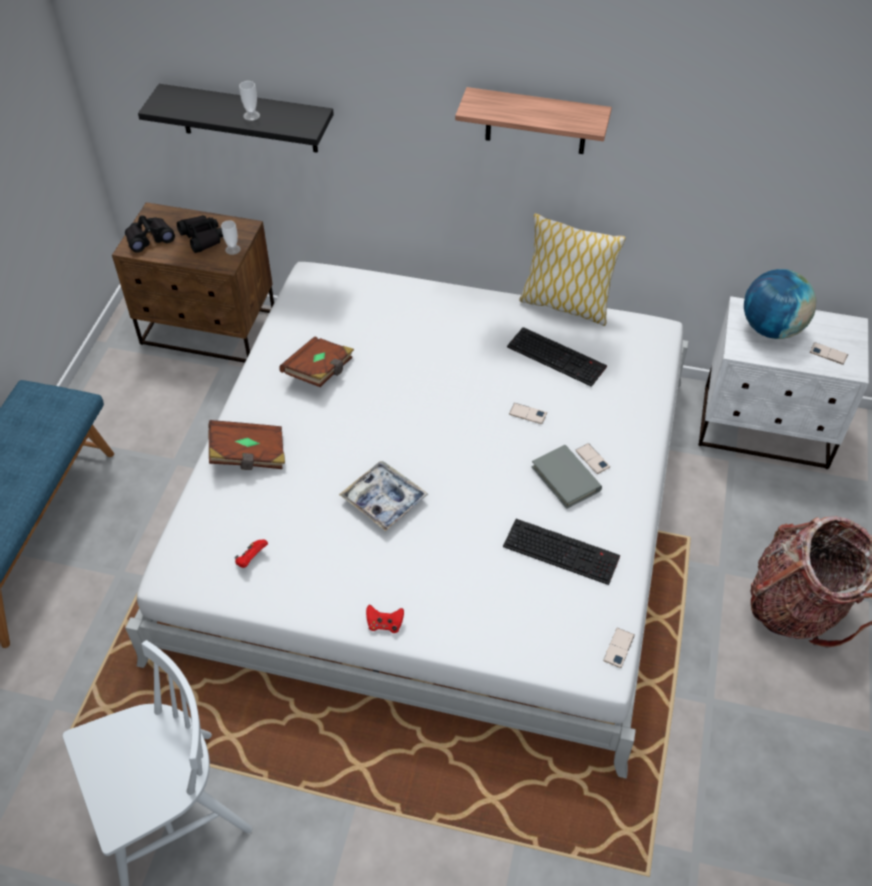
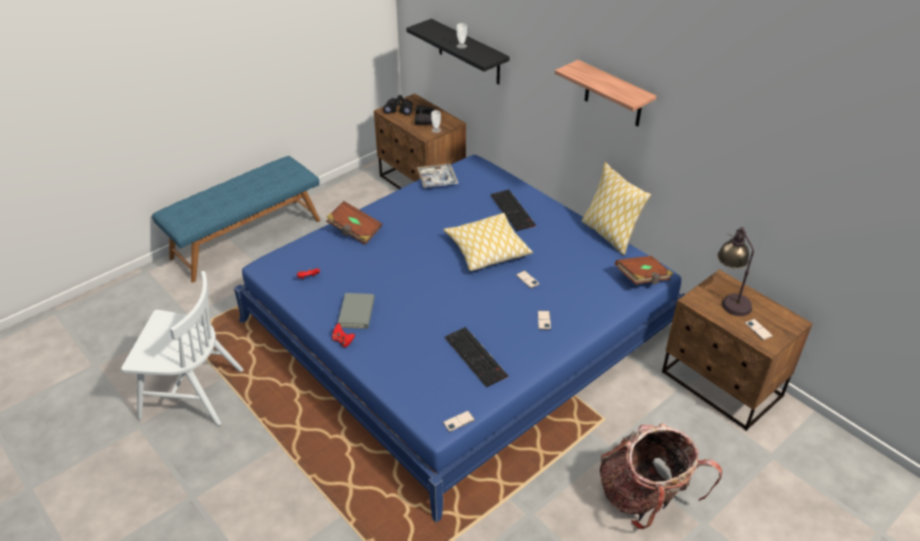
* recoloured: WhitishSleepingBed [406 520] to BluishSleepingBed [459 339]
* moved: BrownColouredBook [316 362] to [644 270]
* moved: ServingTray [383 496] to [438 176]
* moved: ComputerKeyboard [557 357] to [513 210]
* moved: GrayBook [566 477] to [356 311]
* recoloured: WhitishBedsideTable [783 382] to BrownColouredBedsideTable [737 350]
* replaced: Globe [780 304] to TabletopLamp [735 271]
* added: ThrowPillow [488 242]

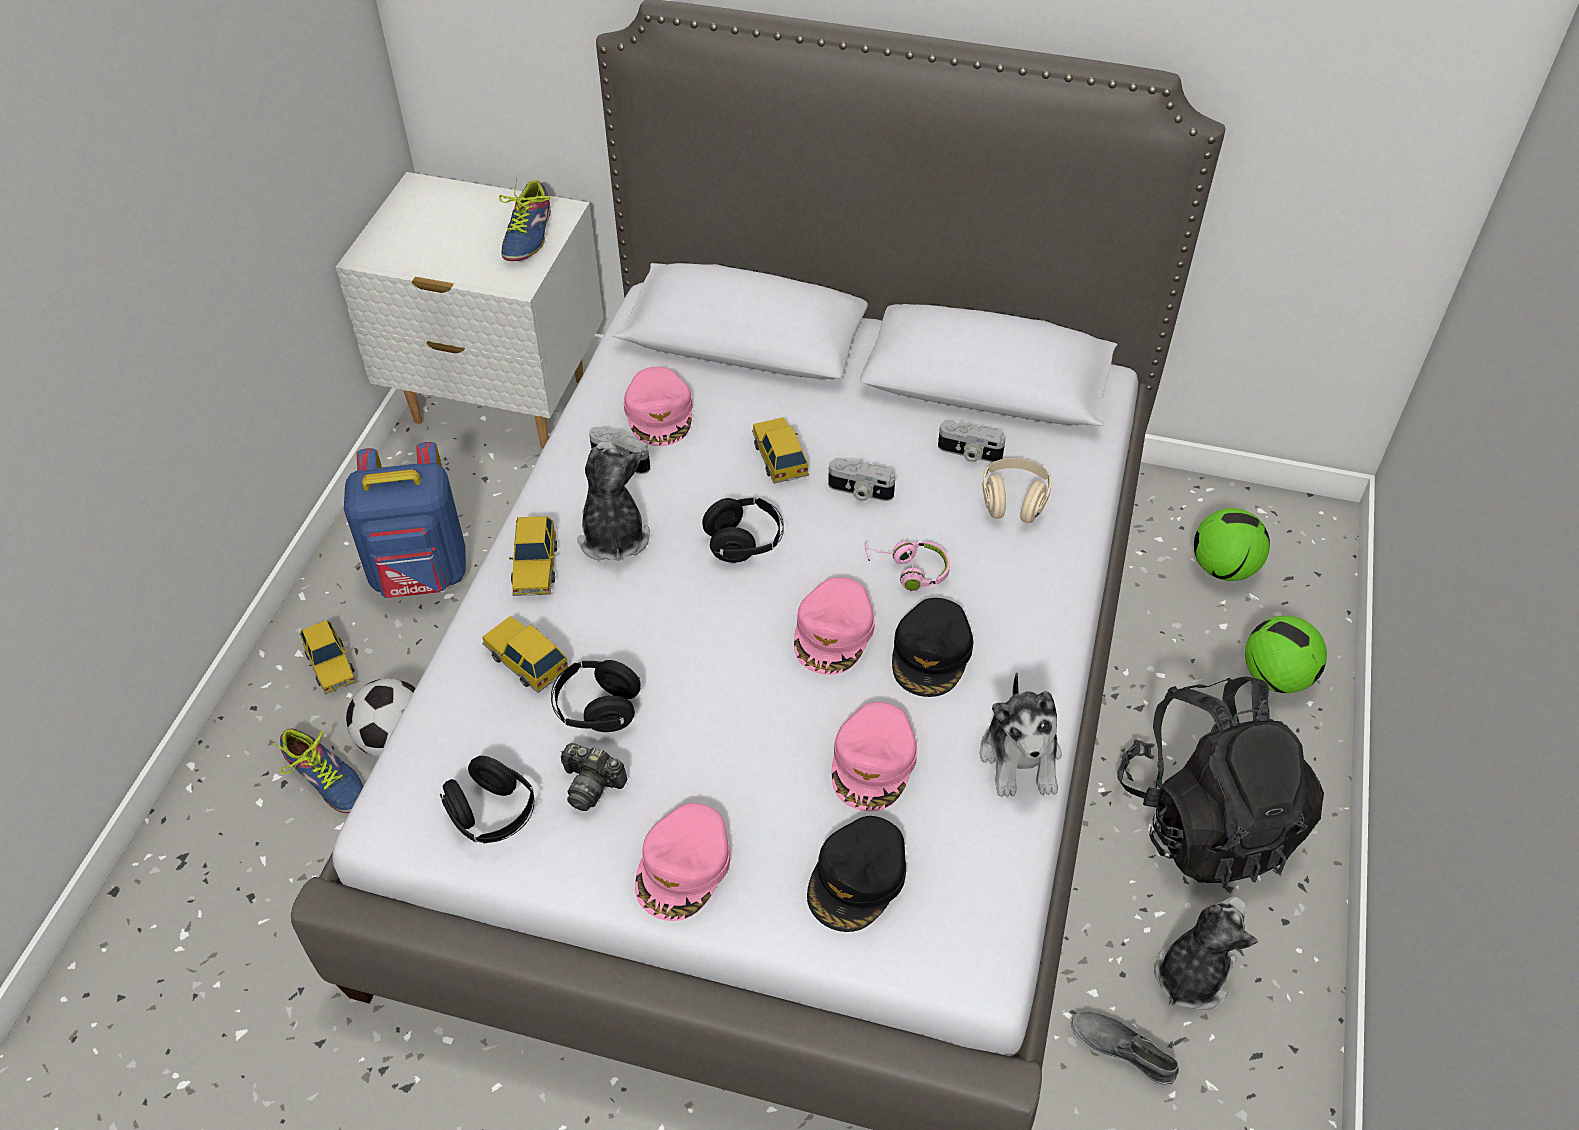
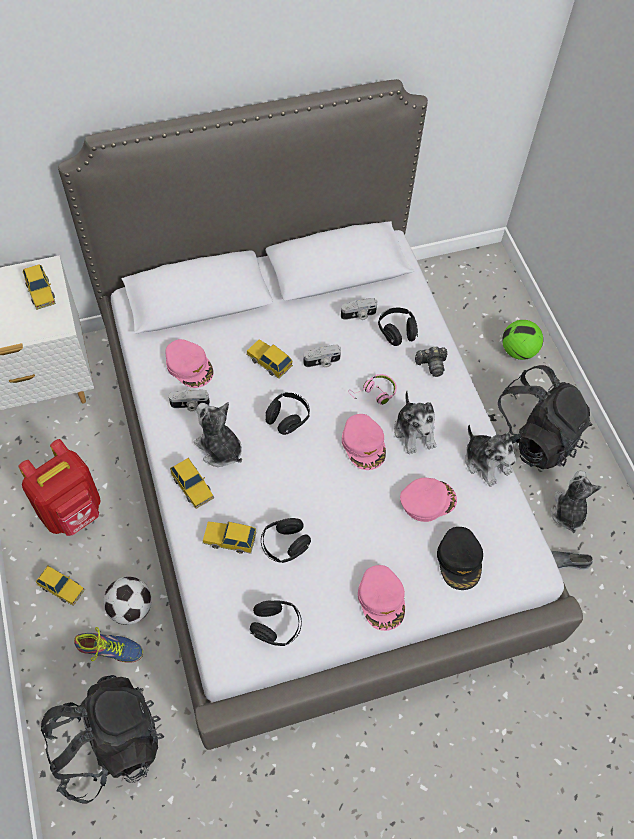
* recoloured: BluishRucksack [405 520] to RedRucksack [59 487]
* replaced: ItemOfFootwear [525 219] to ToyCar [39 287]
* moved: StillCamera [593 777] to [431 361]
* turned: PinkPeakedCap [875 756] = [428 500] 90 degrees counterclockwise
* replaced: BlackColouredPeakedCap [932 647] to PlushToy [415 422]
* recoloured: SandColouredHeadphones [1017 490] to BlackColouredHeadphones [398 326]
* removed: FootballBall [1232 544]
* added: BlackColouredRucksack [102 739]

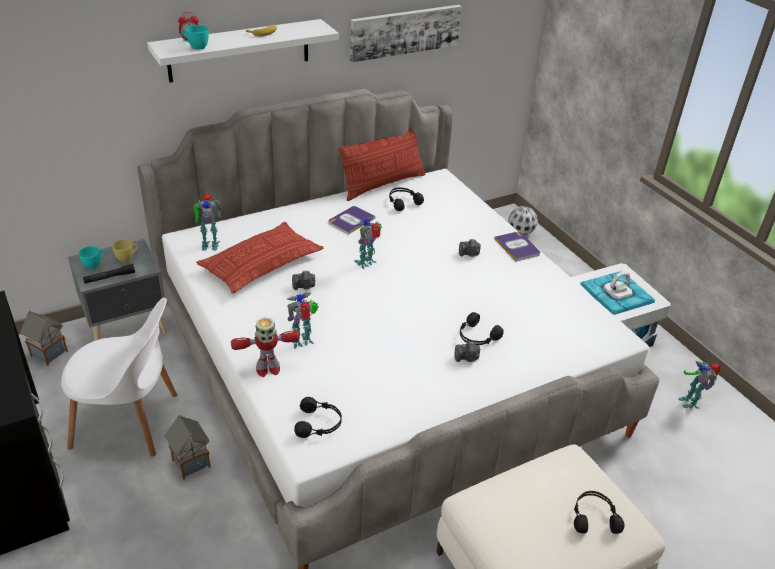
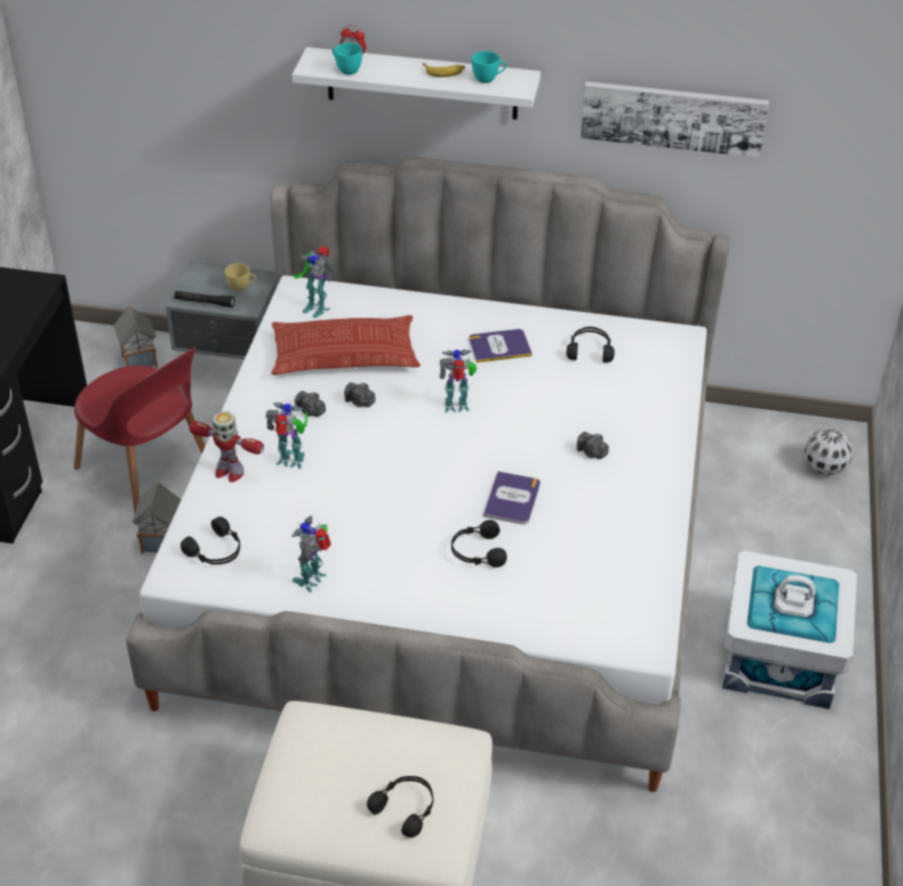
* recoloured: WhitishPlainChair [119 377] to RedPlainChair [139 430]
* moved: BlueGreenSmallCup [92 257] to [489 67]
* removed: ThrowPillow [381 164]
* moved: StillCamera [467 351] to [310 404]
* moved: Book [517 247] to [511 498]
* moved: ToyRobot [699 385] to [311 553]

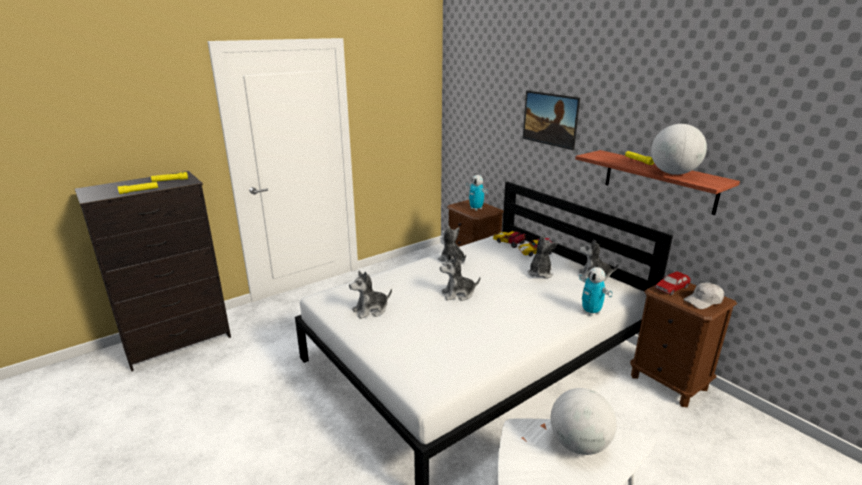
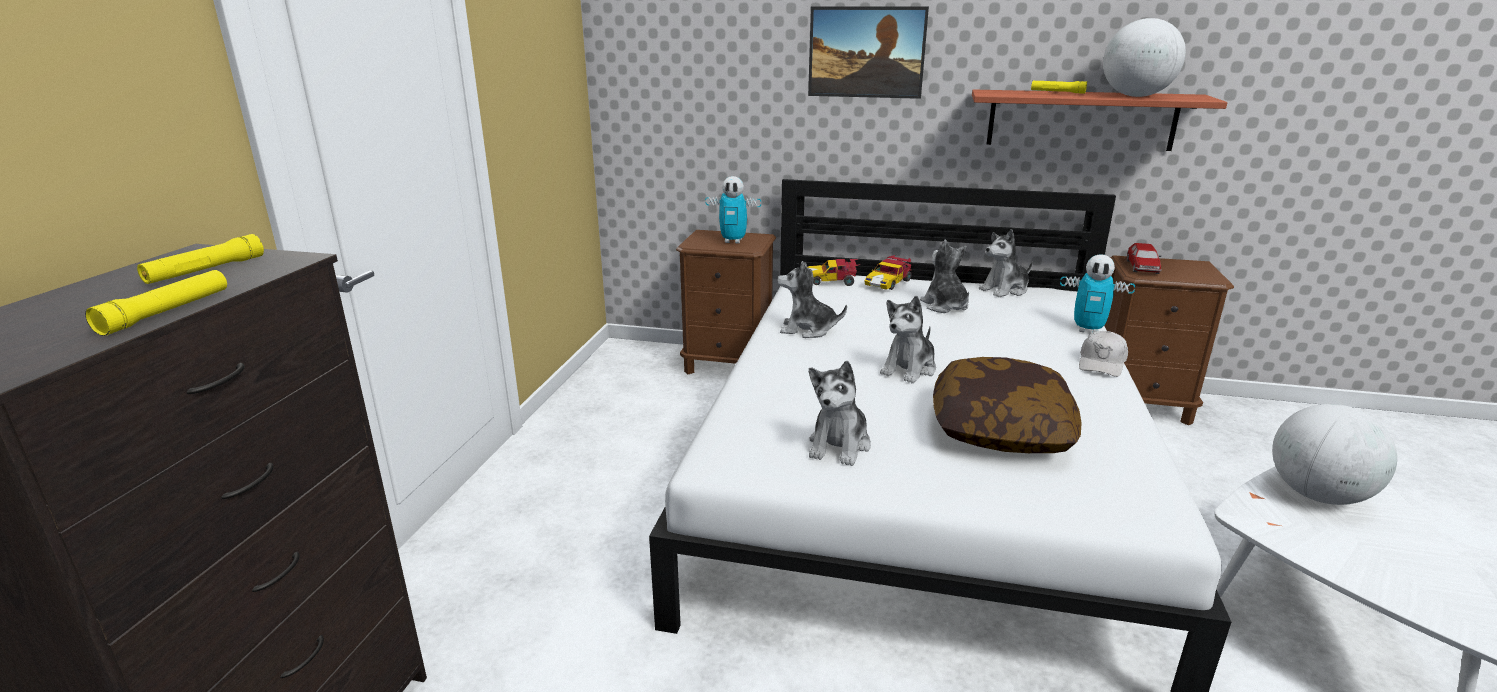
* moved: WhitishPeakedCap [703 295] to [1103 354]
* added: ThrowPillow [1007 405]

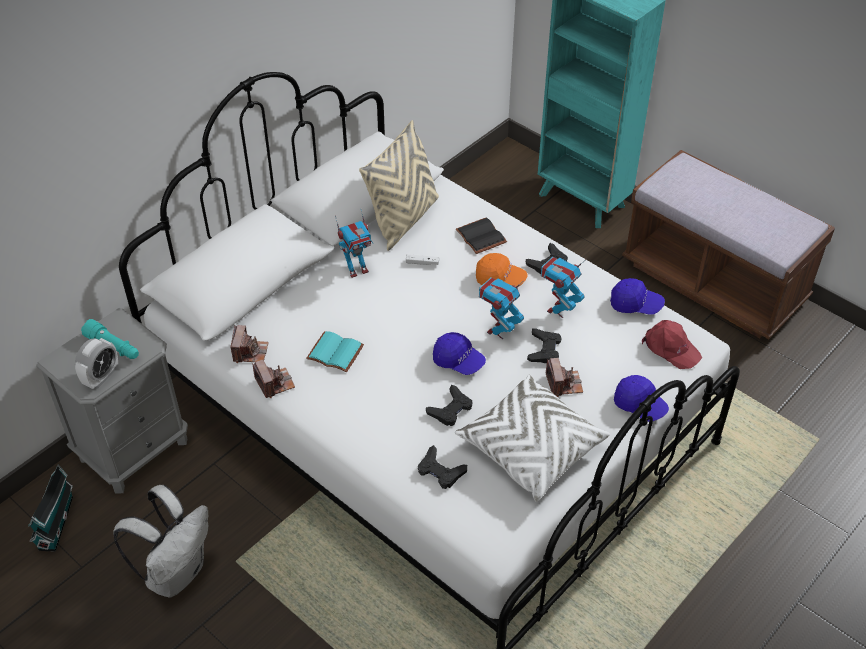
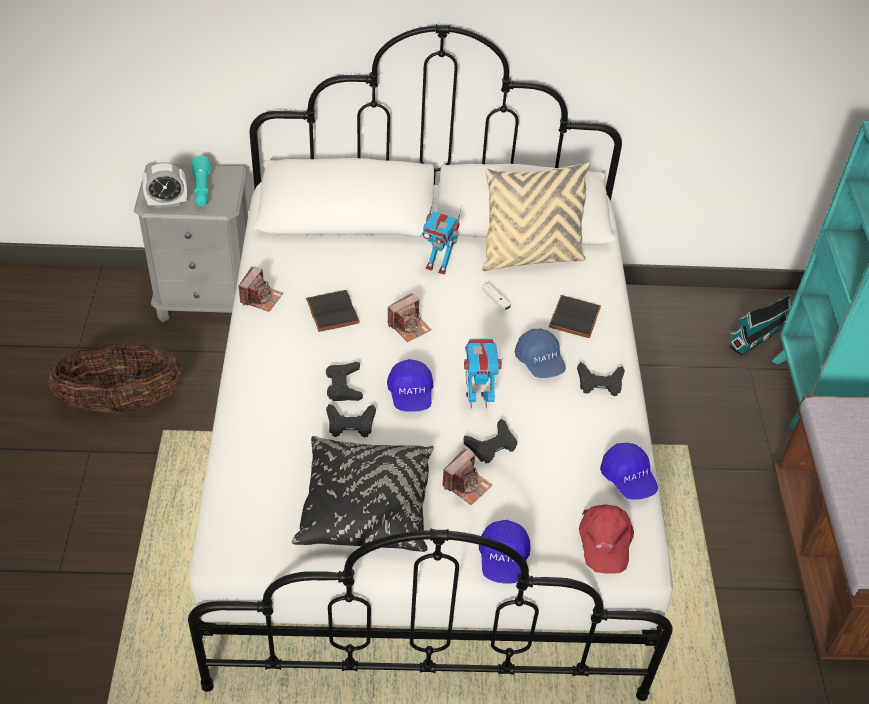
* moved: ToyHouse [50 508] to [760 325]
* replaced: WhitishRucksack [160 541] to HouseholdBasket [114 378]
* moved: StillCamera [250 344] to [409 317]
* recoloured: BlueGreenBook [335 351] to BlackColouredBook [333 311]
* moved: BlackColouredJoypad [442 467] to [344 381]
* recoloured: WhitishThrowPillow [532 438] to BlackColouredThrowPillow [363 494]
* recoloured: OrangePeakedCap [502 270] to BluishPeakedCap [540 353]
* removed: ToyRobot [563 287]

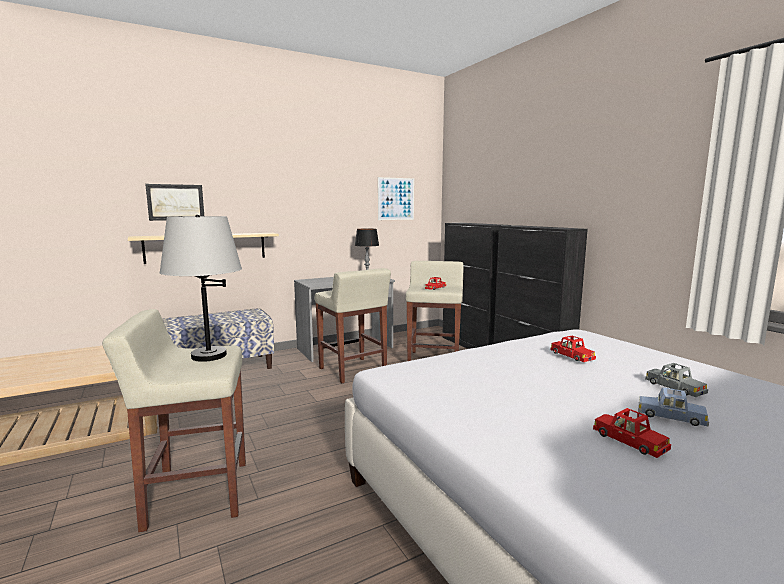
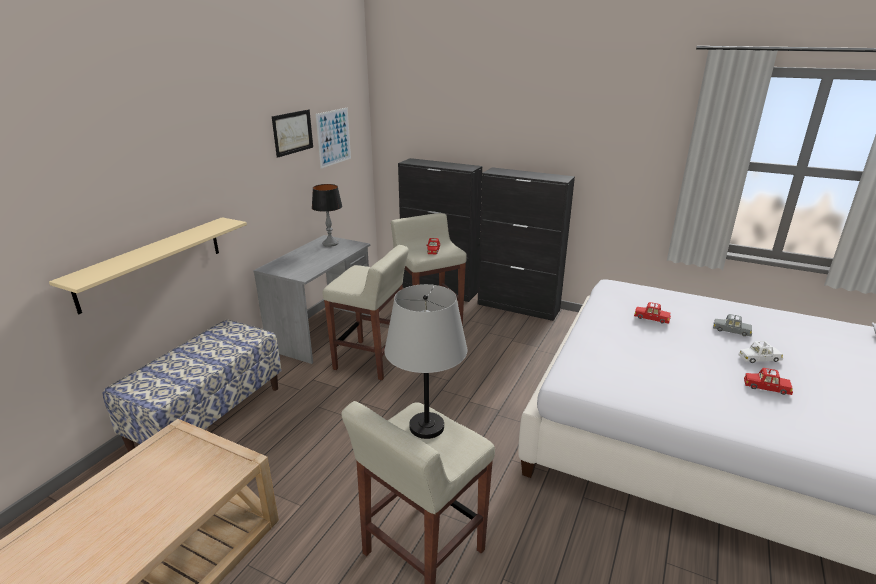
* moved: Picture [174 202] to [292 133]
* recoloured: BluishToyCar [673 407] to WhitishToyCar [761 352]

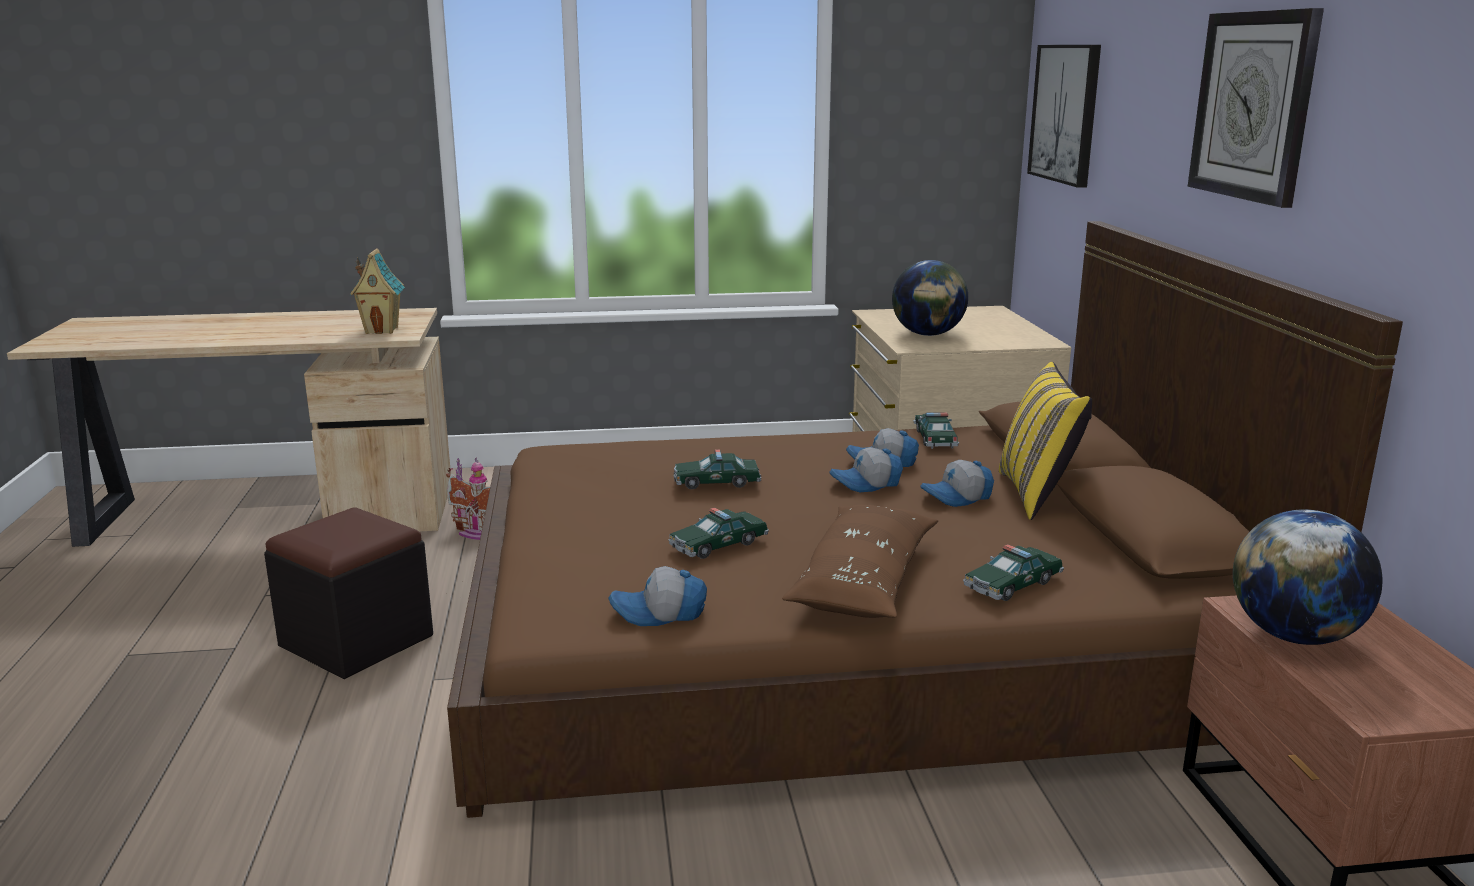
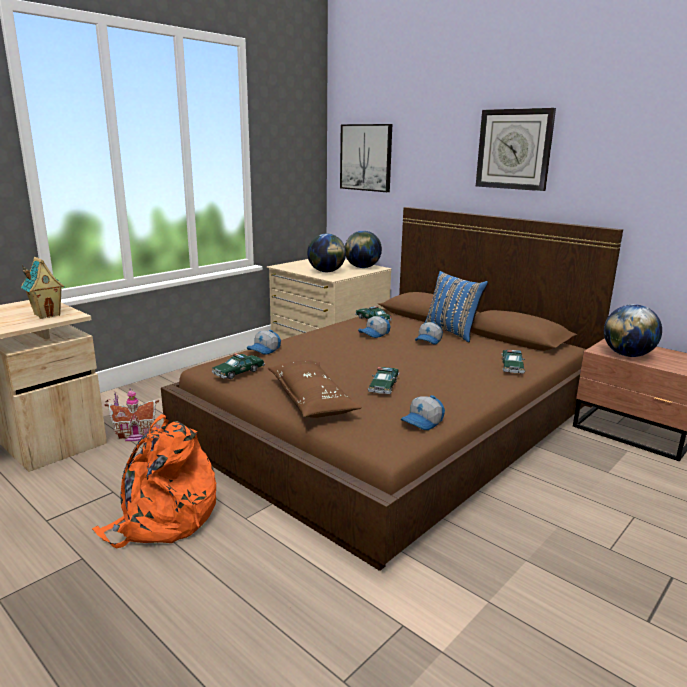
* replaced: BlackColouredPouffe [348 593] to OrangeRucksack [154 481]
* moved: ToyCar [717 469] to [238 366]
* moved: BrownColouredThrowPillow [860 561] to [315 389]
* moved: PeakedCap [866 469] to [264 342]
* recoloured: YellowThrowPillow [1045 441] to BluishThrowPillow [456 306]
* added: Globe [363 249]

